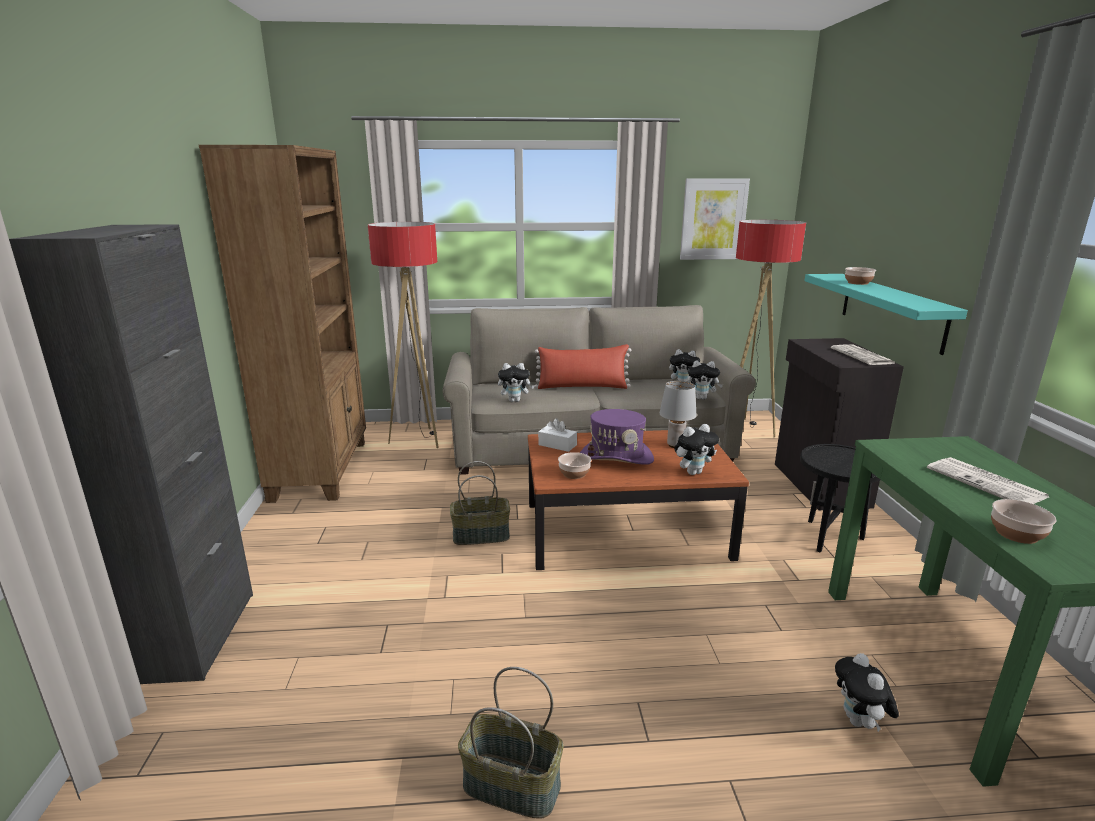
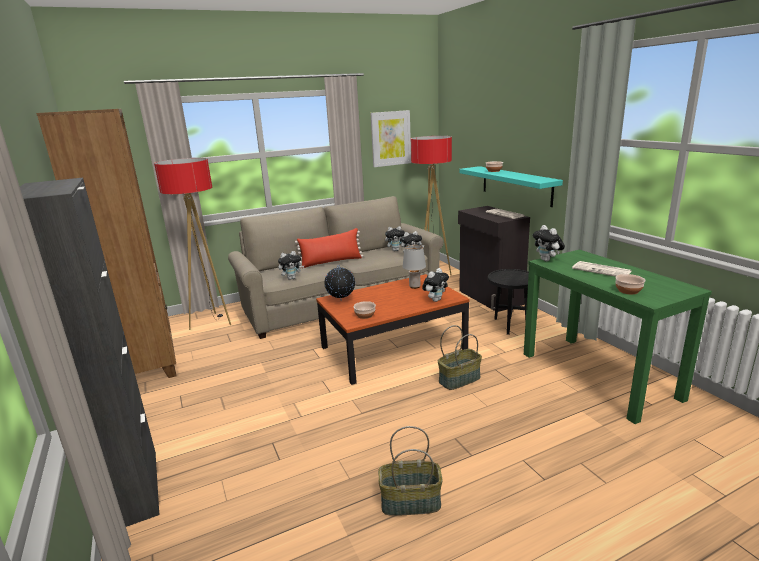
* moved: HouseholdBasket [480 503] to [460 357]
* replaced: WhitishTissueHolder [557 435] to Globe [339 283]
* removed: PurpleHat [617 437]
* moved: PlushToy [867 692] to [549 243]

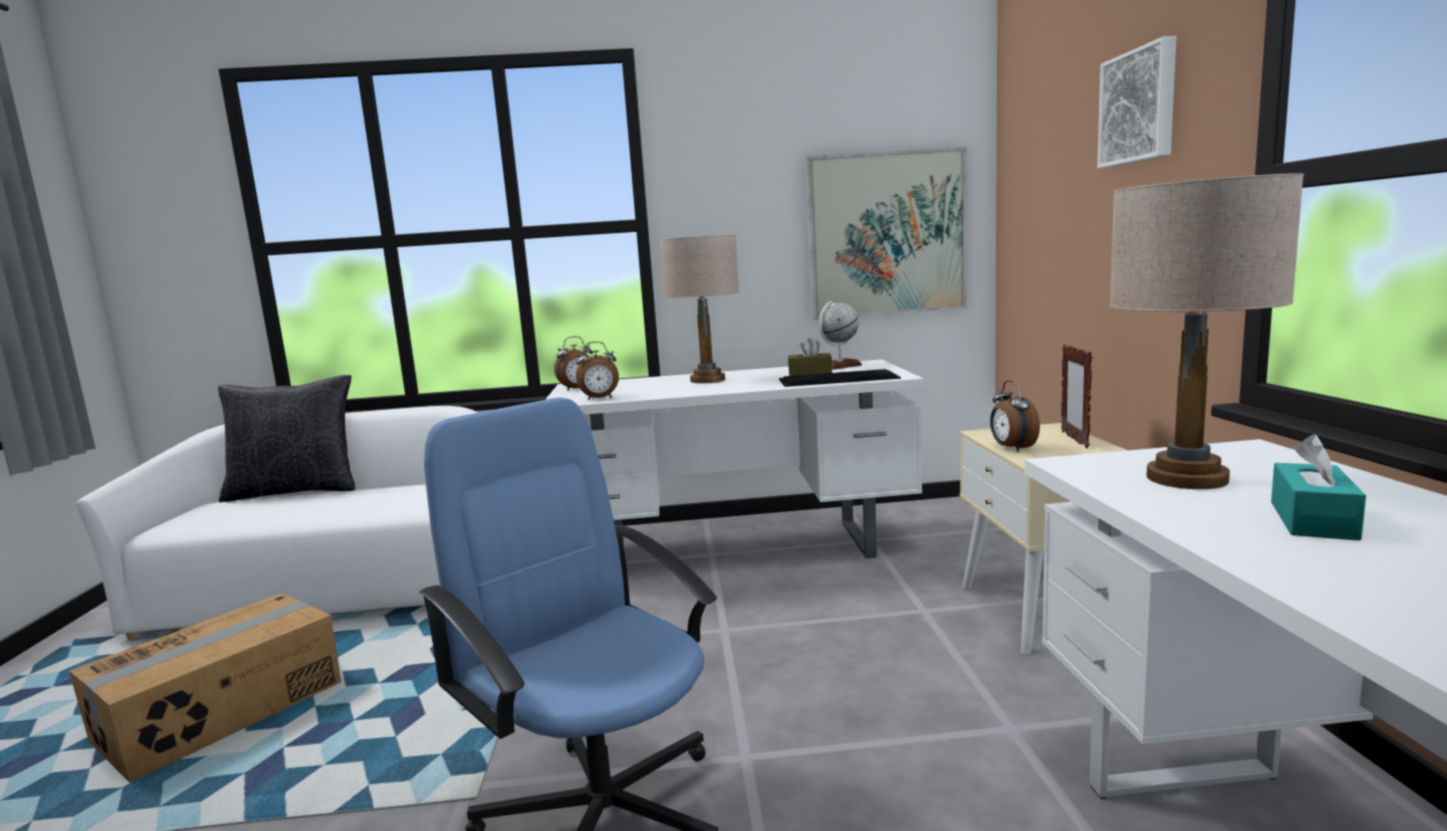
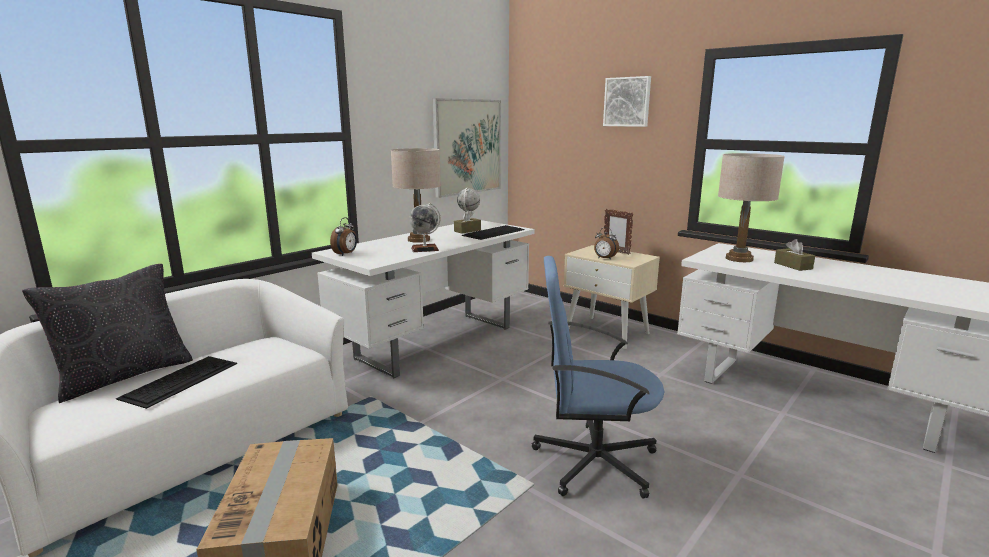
* removed: TableClock [597 370]
* recoloured: BlueGreenTissueHolder [1318 487] to BrownColouredTissueHolder [794 255]
* added: ComputerKeyboard [176 382]
* added: Globe [425 227]

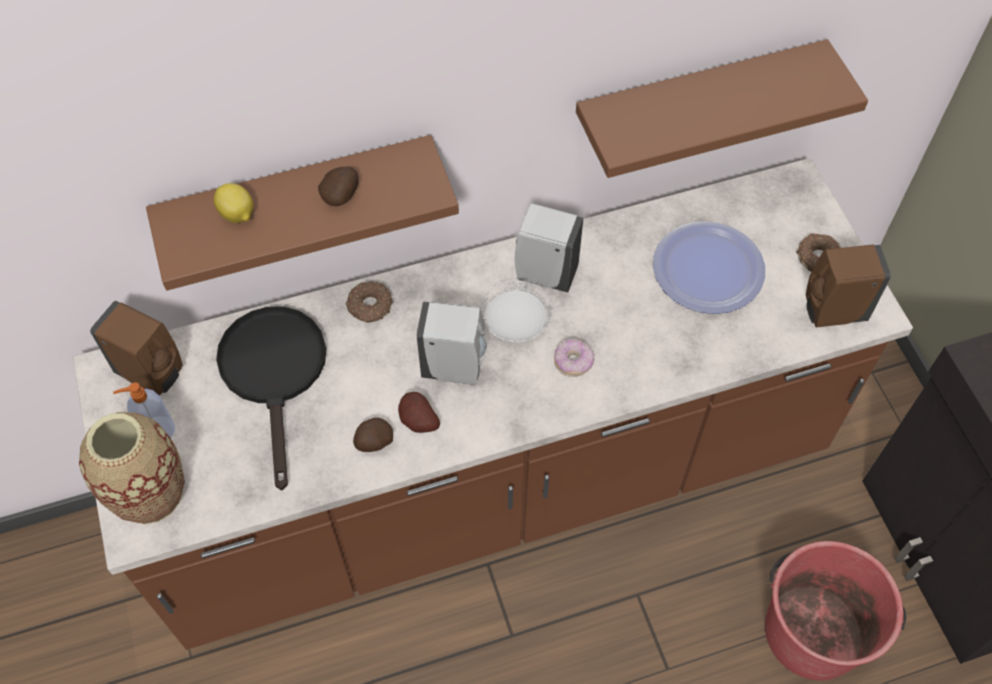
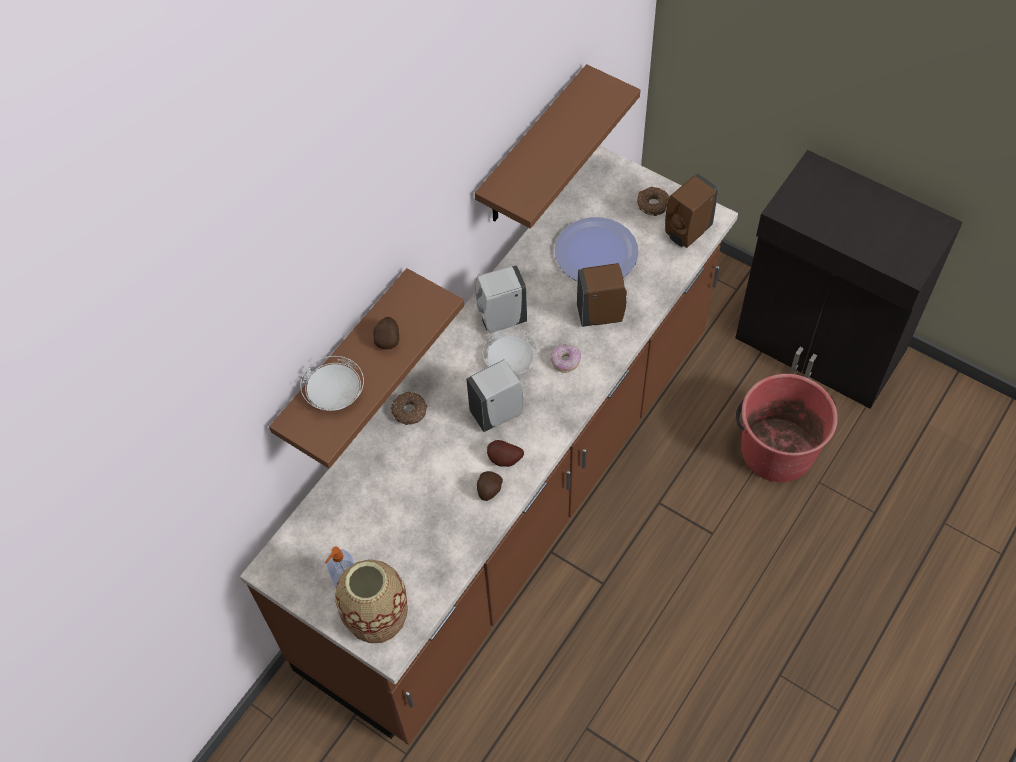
* moved: BrownColouredSoapBottle [136 348] to [602 295]
* replaced: WholeLemon [233 203] to WhitishPlate [332 383]
* removed: BlackColouredSkillet [271 398]

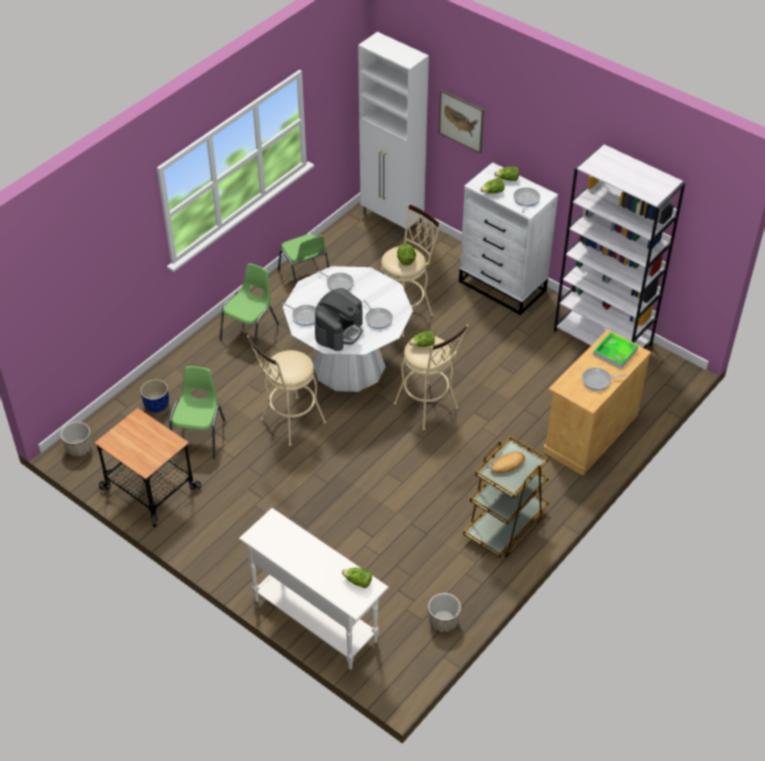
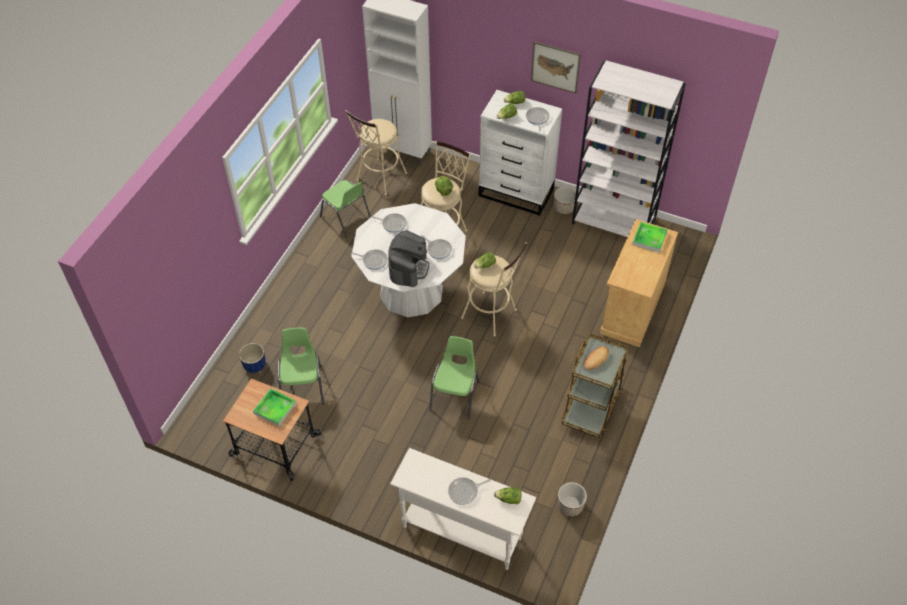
* moved: Planter [76 439] to [565 200]
* moved: GreenPlainChair [249 309] to [454 378]
* moved: SandColouredStool [286 391] to [376 152]
* moved: Picture [461 122] to [556 67]
* moved: Skillet [604 379] to [469 491]
* added: ServingTray [275 407]

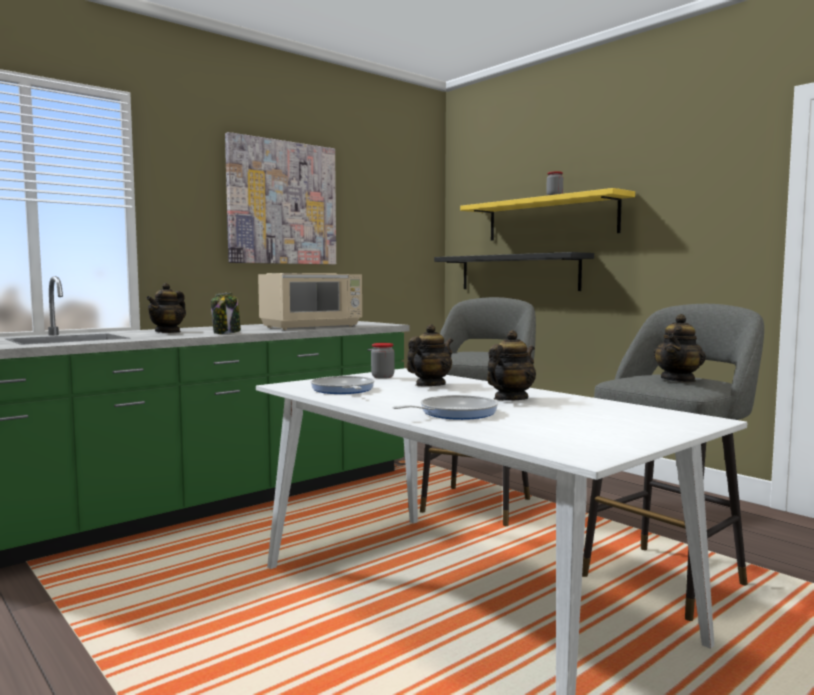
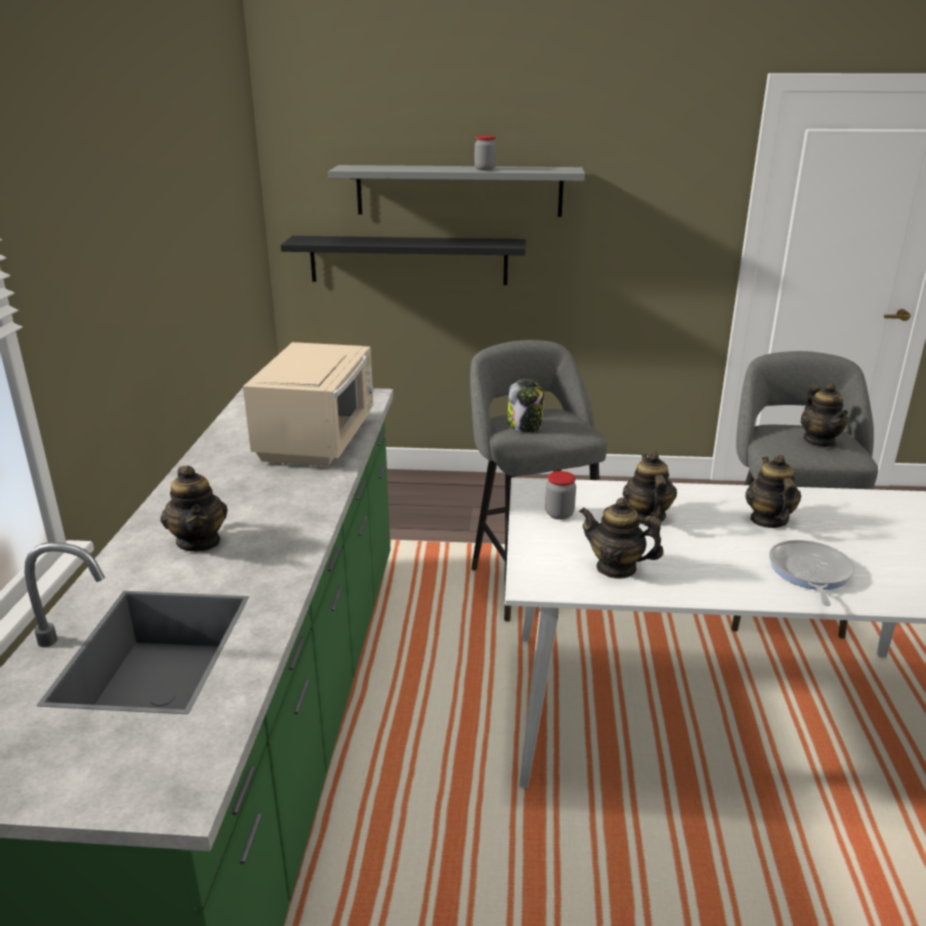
* moved: StorageJar [226 313] to [525 405]
* removed: Picture [280 198]
* replaced: Skillet [342 385] to TeaPot [621 538]
* recoloured: YellowShelf [547 214] to GrayShelf [456 191]

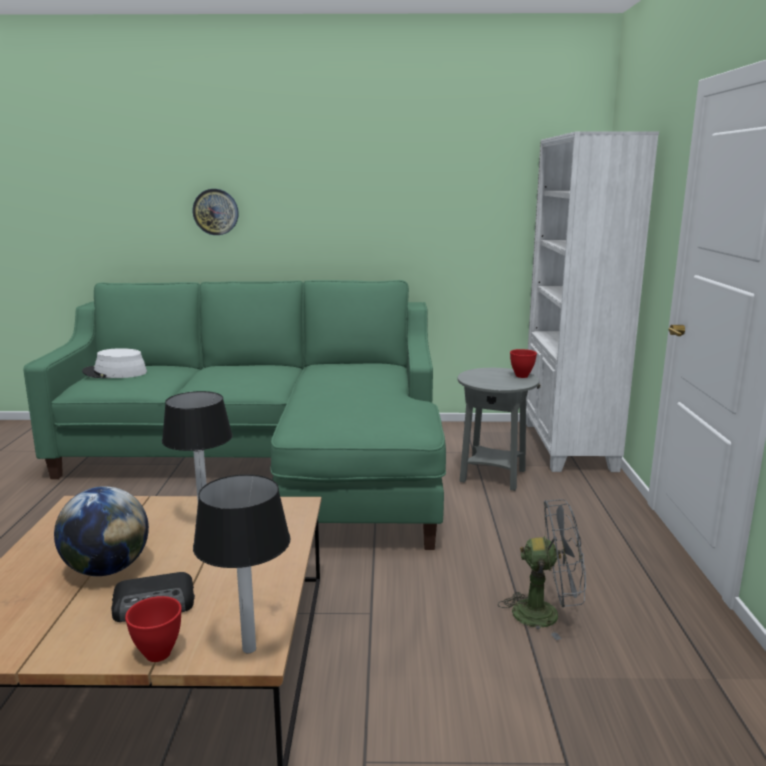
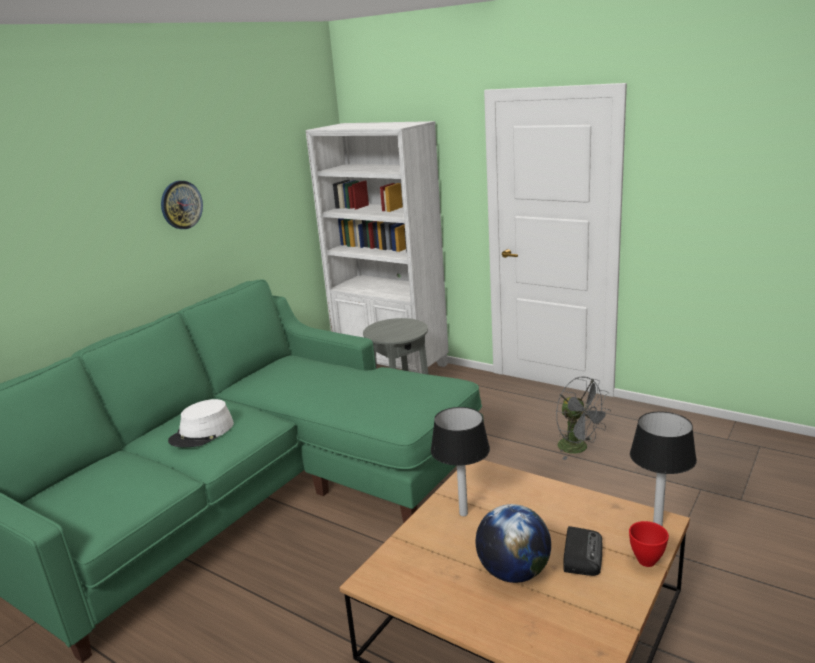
* moved: WhitishHat [114 363] to [201 423]
* moved: ClockOnTheWall [216 212] to [182 205]
* turned: GrayFan [542 569] = [583 418] 105 degrees clockwise
* removed: RedBowl [523 363]

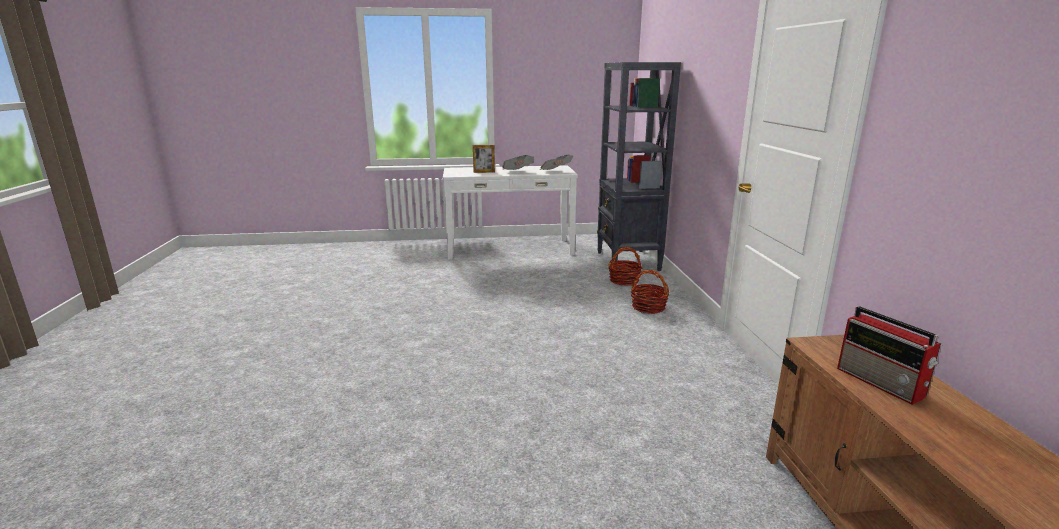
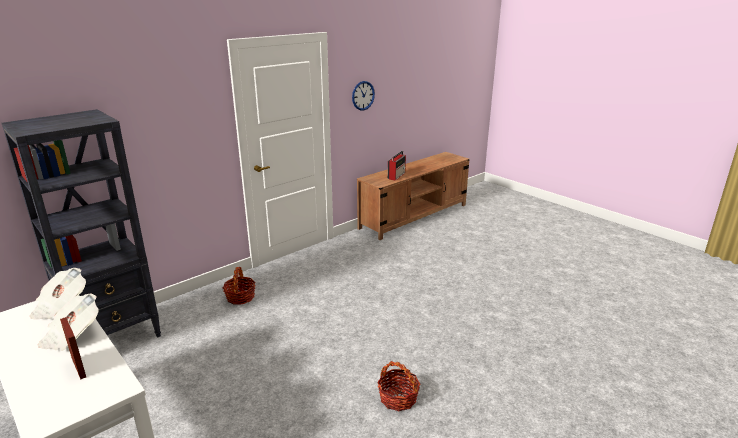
* moved: HouseholdBasket [625 266] to [398 386]
* added: ClockOnTheWall [363 95]

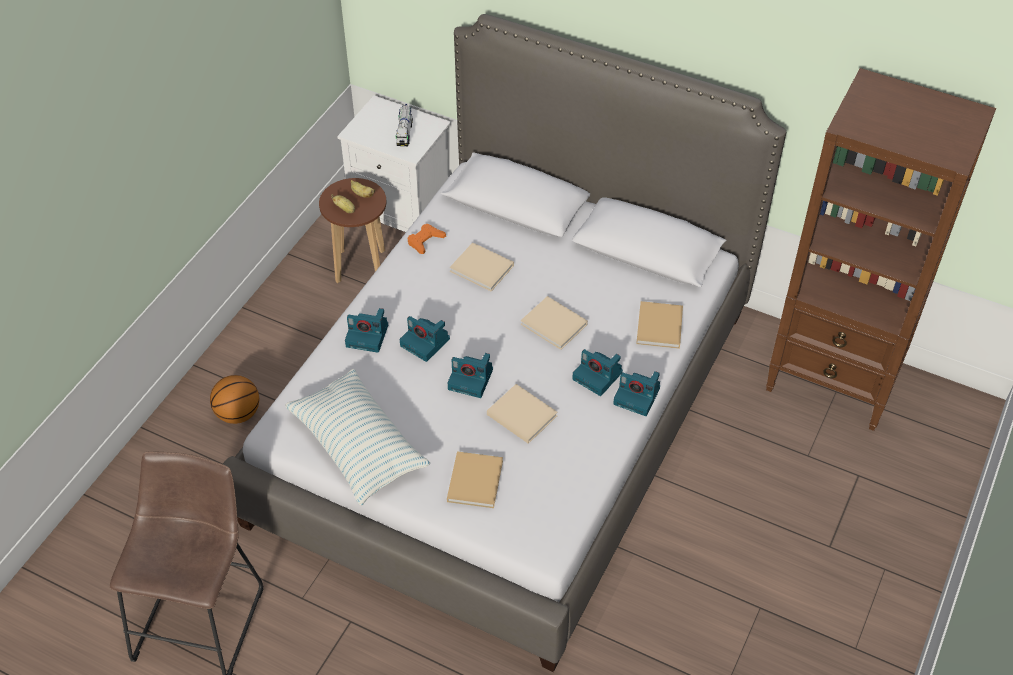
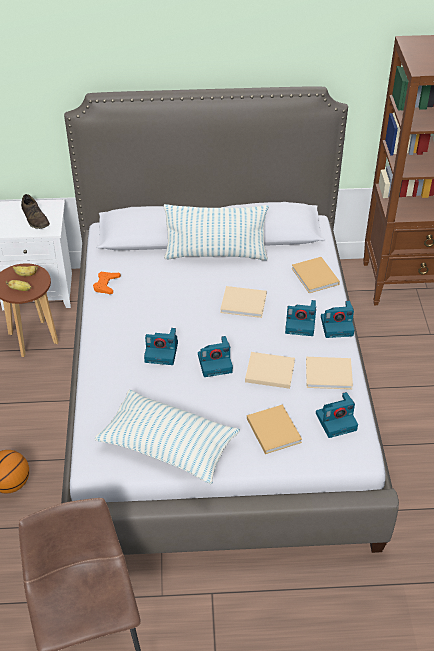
* moved: StillCamera [366 330] to [337 415]
* replaced: ToyLorry [404 125] to BrownColouredItemOfFootwear [35 211]
* moved: SandColouredBook [482 267] to [329 373]
* added: ThrowPillow [216 232]

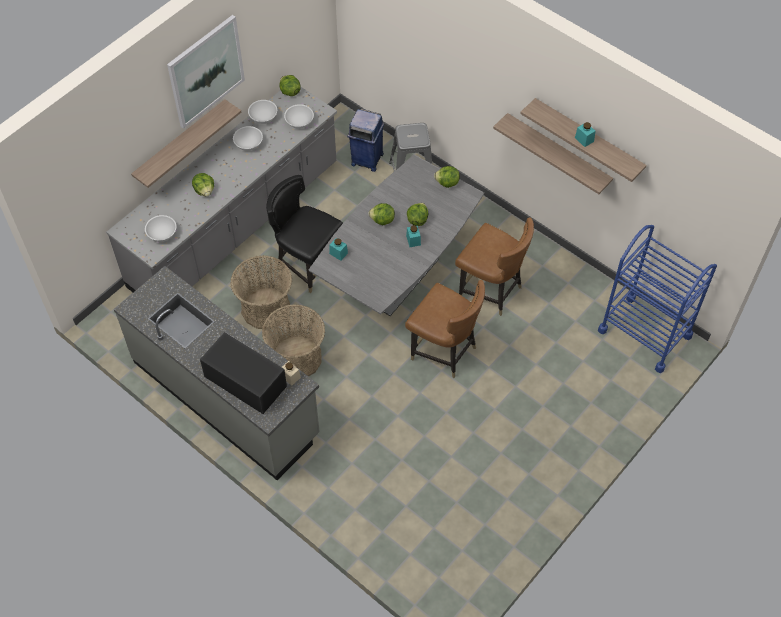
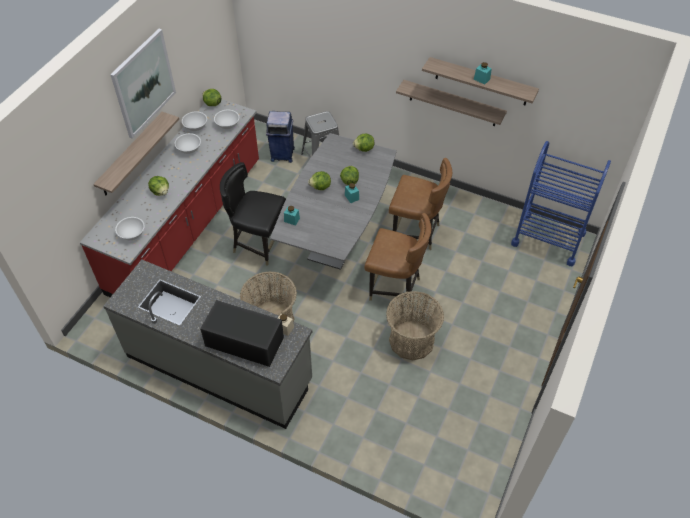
* recoloured: GrayCounter [221 189] to RedCounter [169 198]
* moved: HouseholdBasket [261 292] to [415 325]

